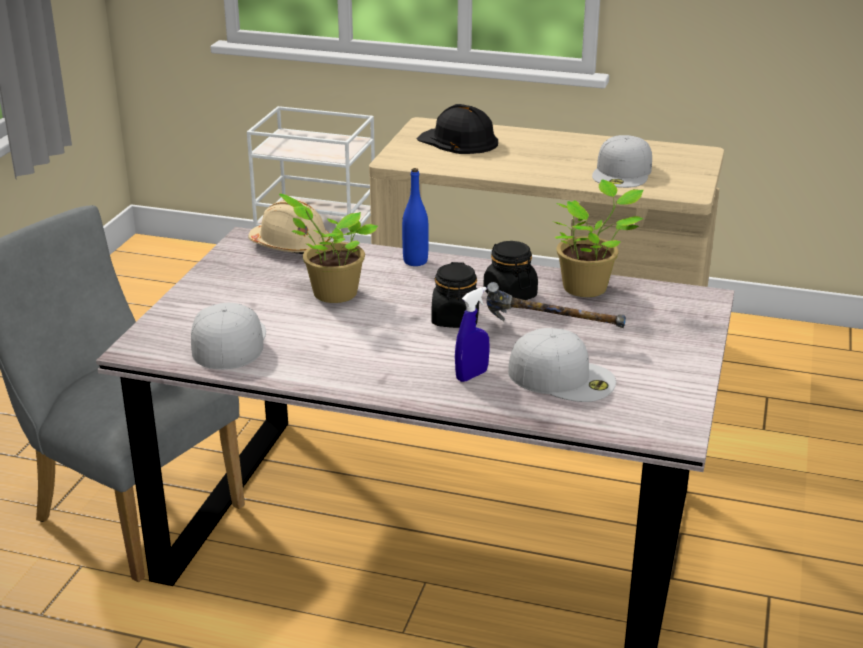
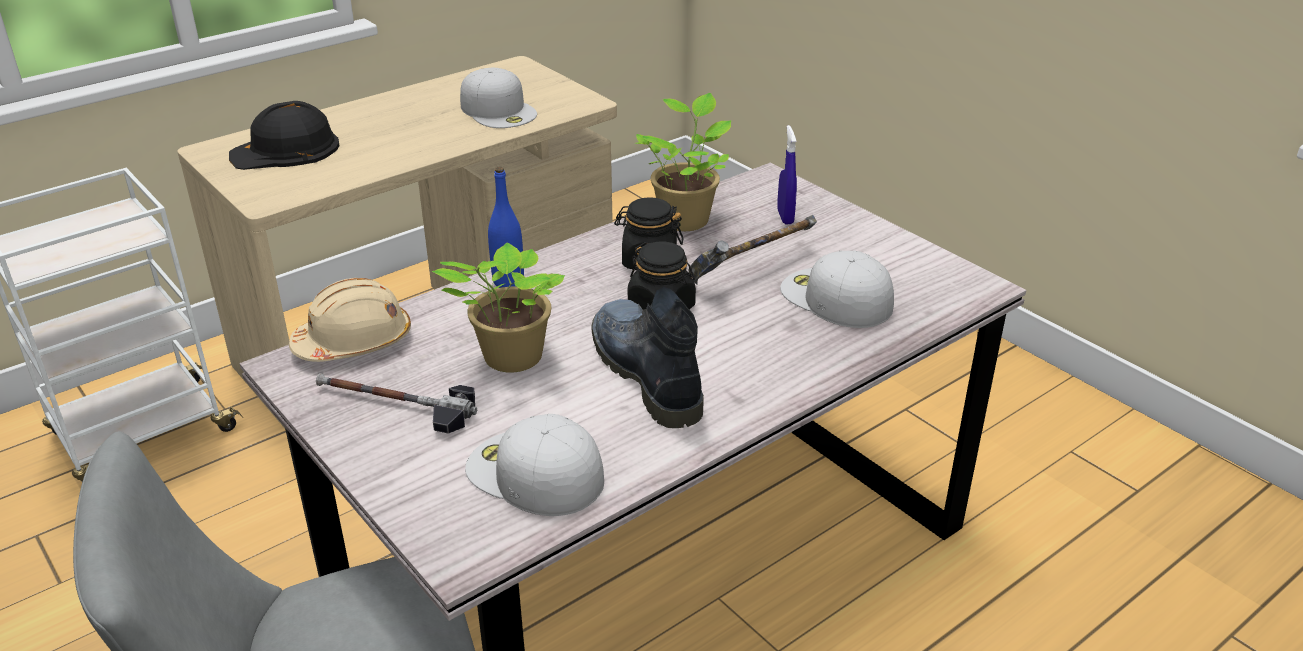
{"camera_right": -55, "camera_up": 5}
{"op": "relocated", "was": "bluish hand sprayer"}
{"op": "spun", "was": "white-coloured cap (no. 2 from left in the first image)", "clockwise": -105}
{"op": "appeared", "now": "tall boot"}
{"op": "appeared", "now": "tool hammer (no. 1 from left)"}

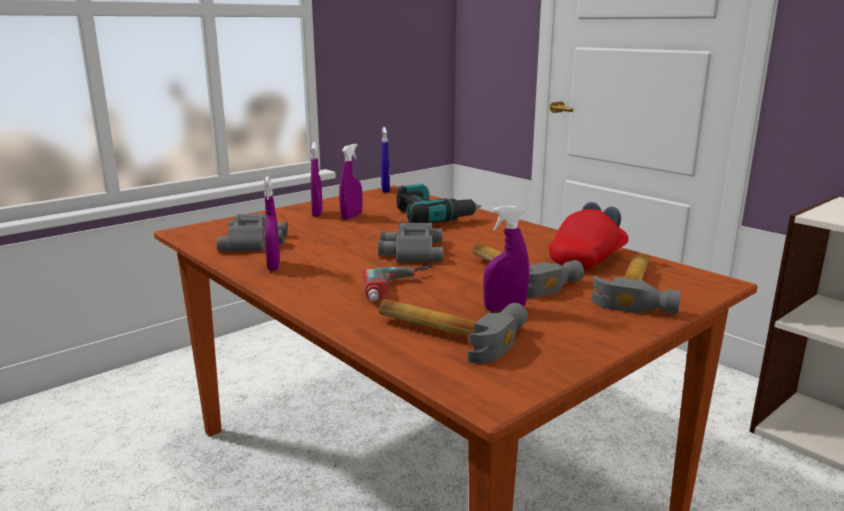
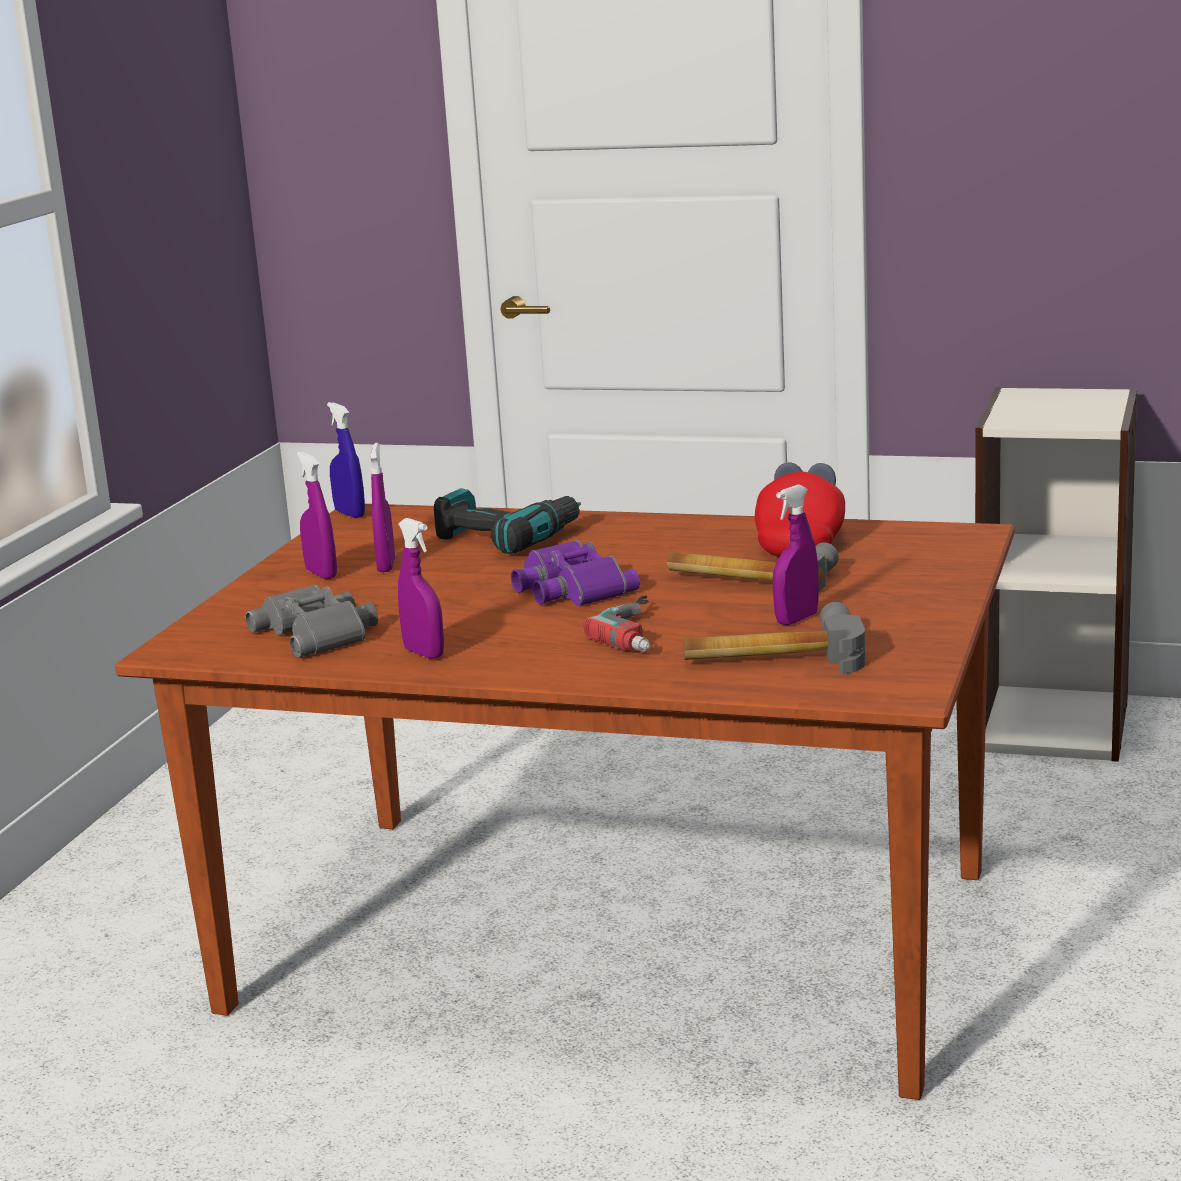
{"camera_right": -30, "camera_up": 0}
{"op": "colour", "was": "grey binoculars (no. 2 from left)", "now": "purple-coloured binoculars"}
{"op": "missing", "was": "tool hammer (no. 3 from left)"}

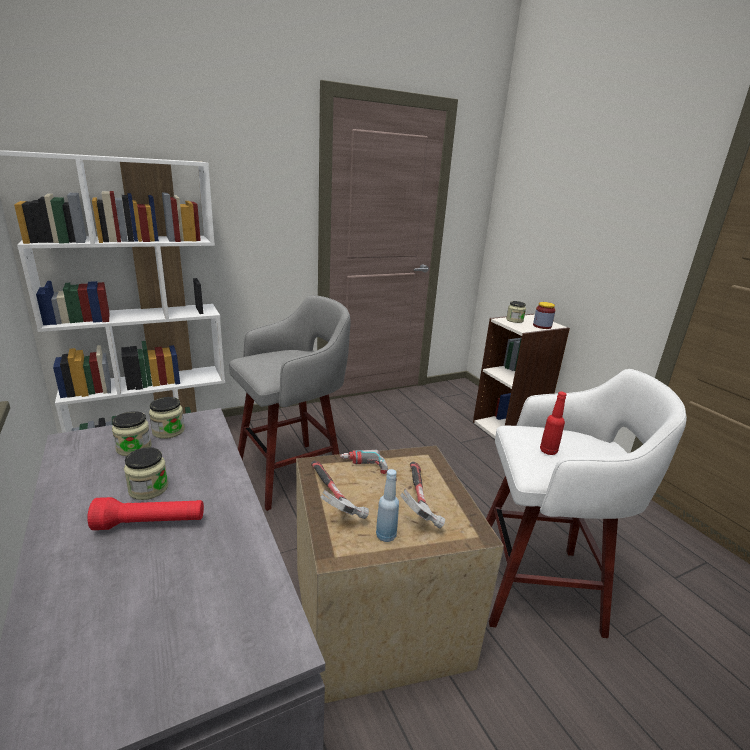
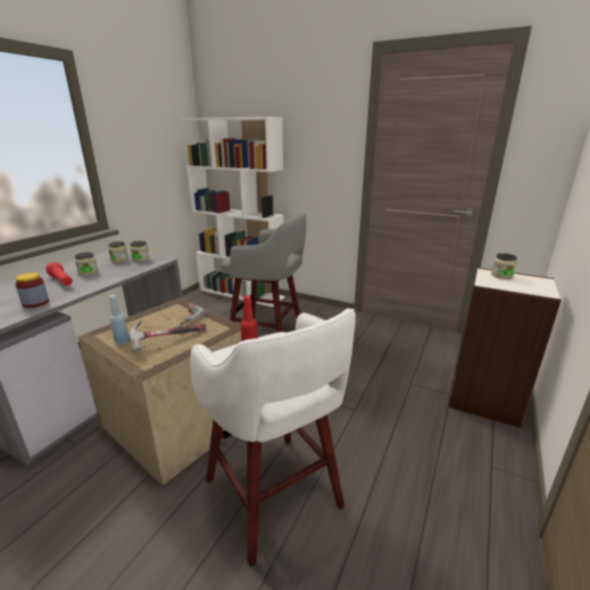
{"camera_right": 55, "camera_up": 0}
{"op": "relocated", "was": "jar (no. 5 from left in the first image)", "now": "jar (no. 1 from left)"}
{"op": "missing", "was": "tool hammer (no. 1 from left)"}

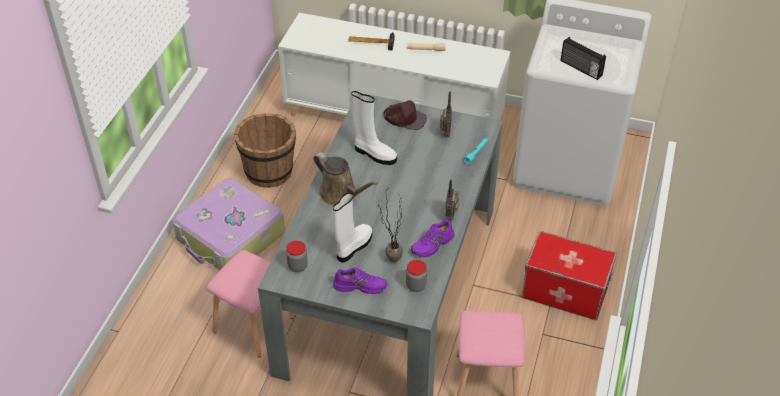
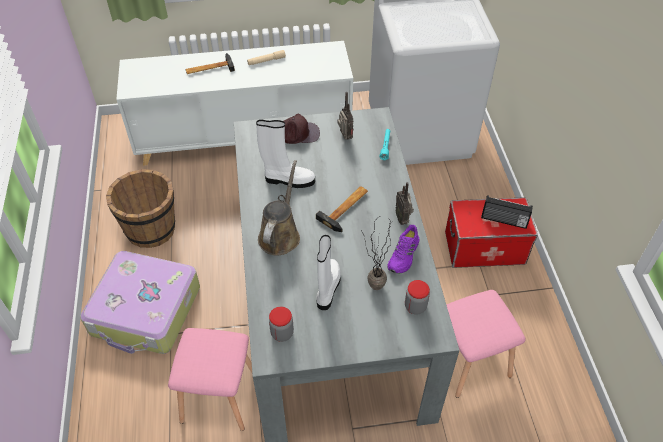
{"camera_right": -25, "camera_up": 5}
{"op": "relocated", "was": "radio receiver (no. 3 from left)"}
{"op": "spun", "was": "brown-coloured sprinkling can", "clockwise": -90}
{"op": "missing", "was": "purple-coloured item of footwear (no. 1 from left)"}
{"op": "appeared", "now": "tool hammer (no. 2 from left)"}

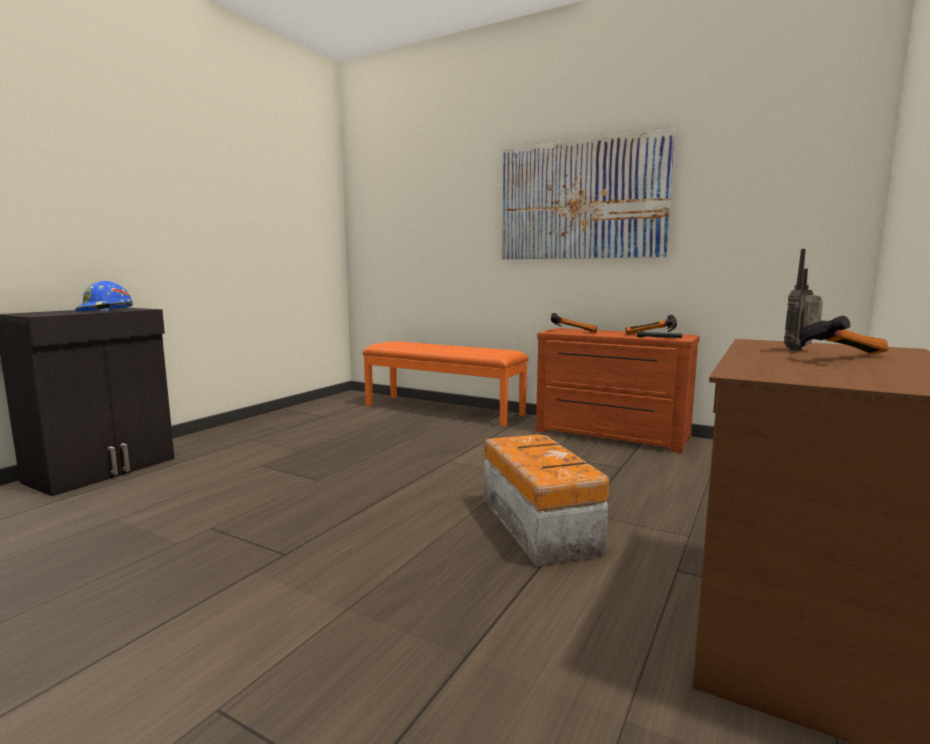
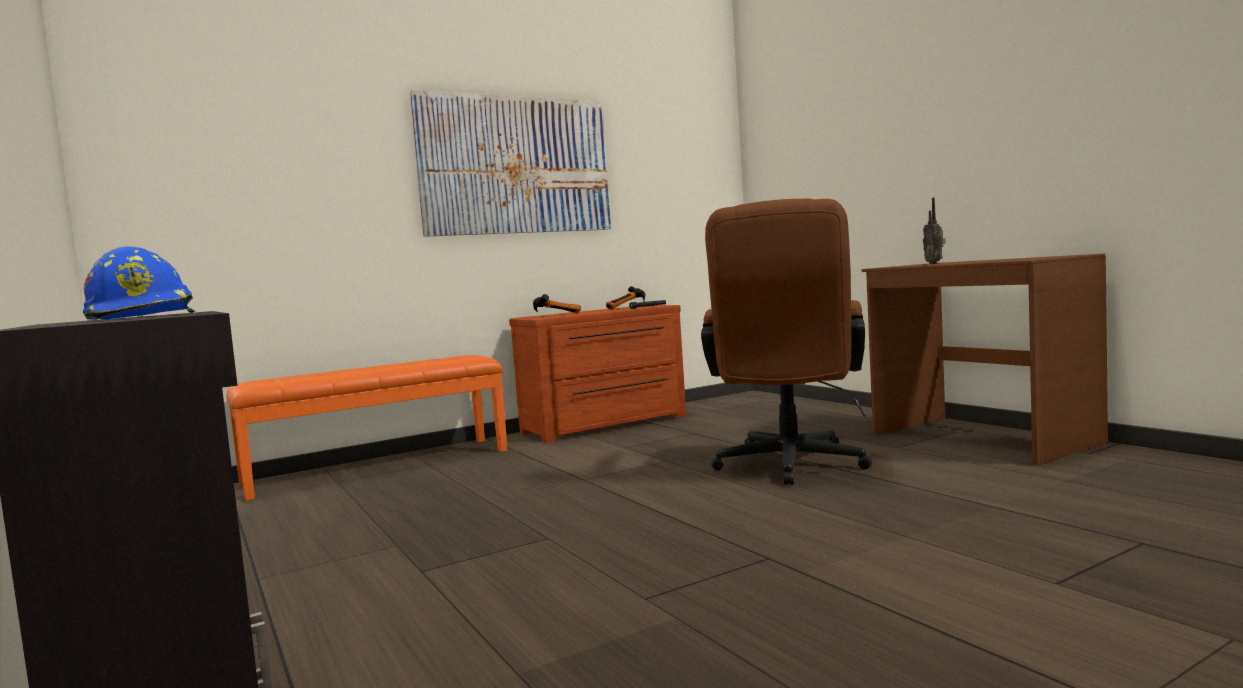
{"camera_right": -60, "camera_up": -5}
{"op": "missing", "was": "tool hammer (no. 3 from left)"}
{"op": "exchanged", "was": "storage box", "now": "brown-coloured desk chair"}

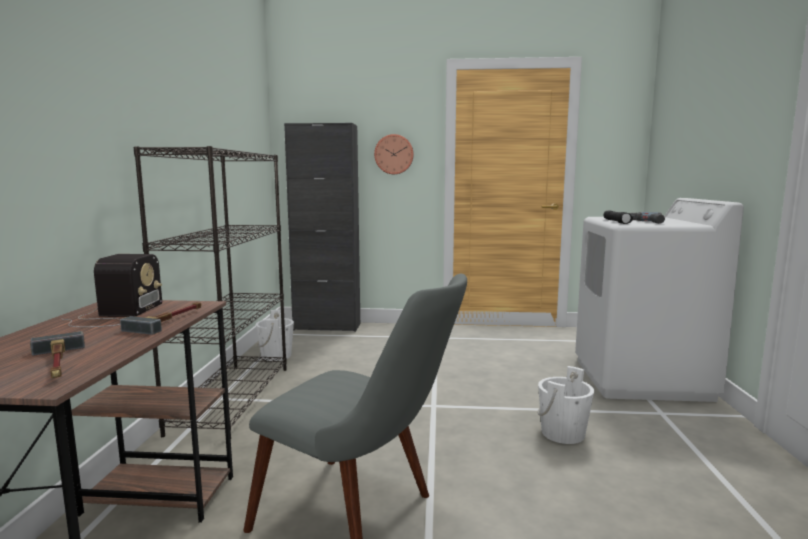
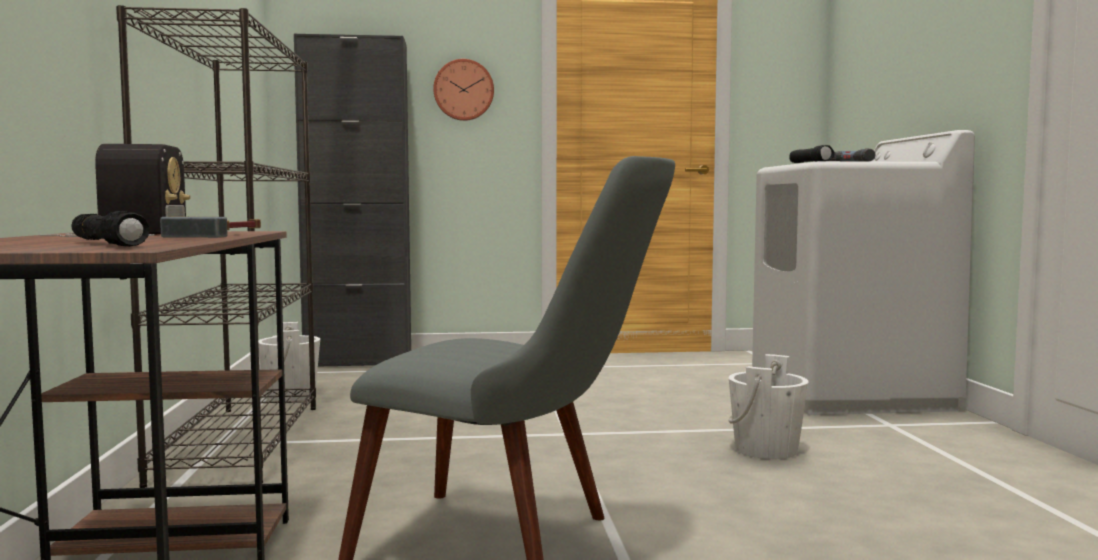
{"camera_right": -10, "camera_up": -5}
{"op": "exchanged", "was": "tool hammer (no. 1 from left)", "now": "blackish hand torch (no. 1 from left)"}

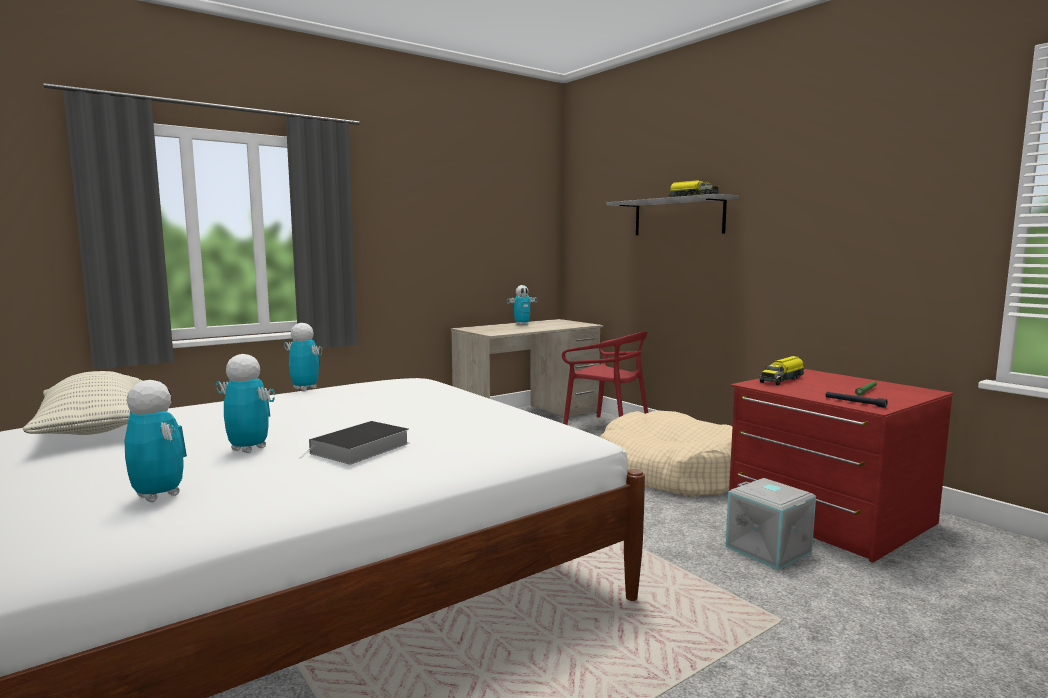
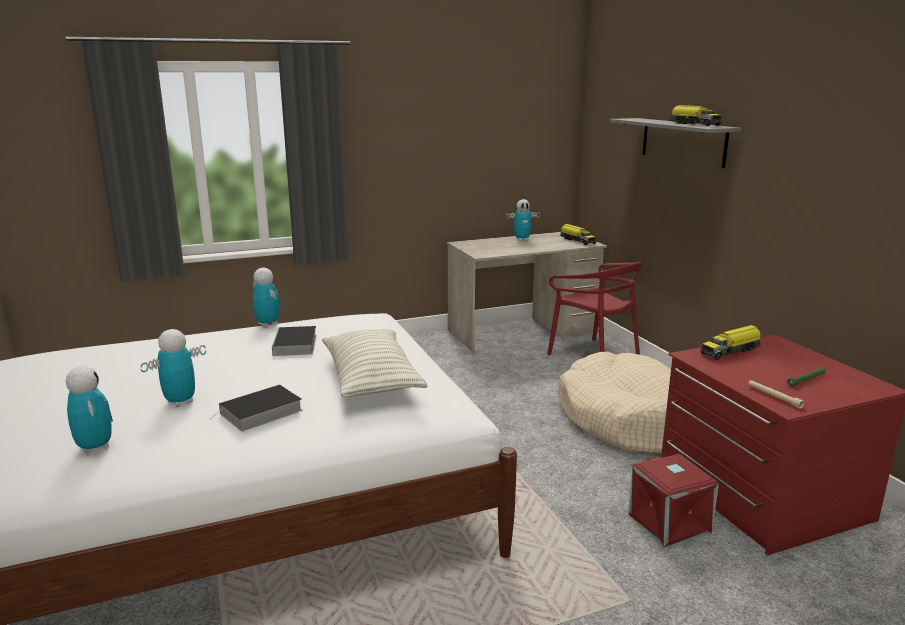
{"camera_right": 15, "camera_up": 10}
{"op": "spun", "was": "toy robot (no. 2 from left)", "clockwise": -90}
{"op": "relocated", "was": "throw pillow"}
{"op": "colour", "was": "blackish hand torch", "now": "beige hand torch"}
{"op": "colour", "was": "grey storage box", "now": "red-coloured storage box"}
{"op": "appeared", "now": "model truck (no. 1 from left)"}
{"op": "appeared", "now": "bound book (no. 2 from left)"}

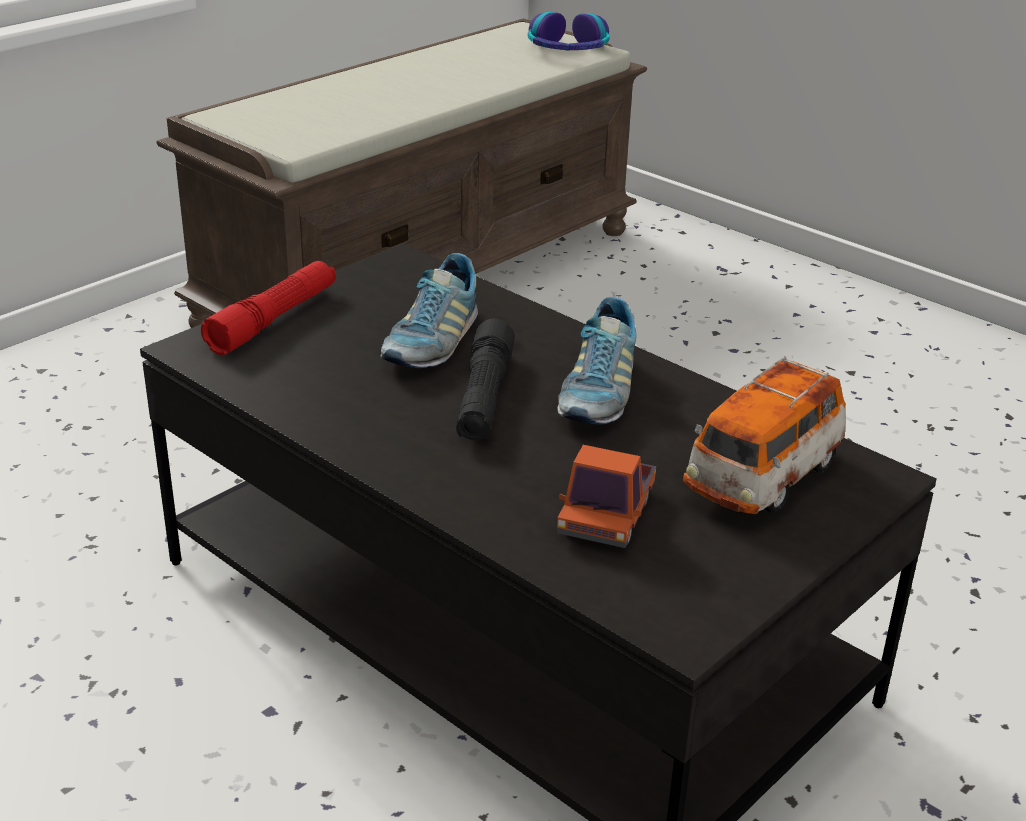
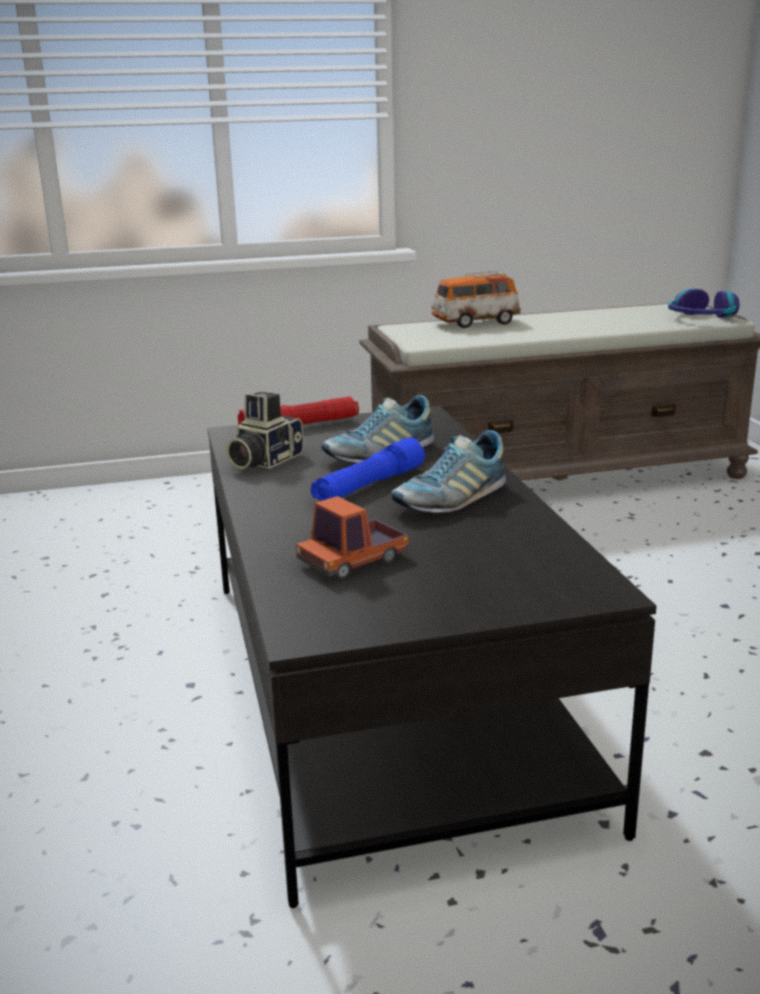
{"camera_right": 35, "camera_up": -10}
{"op": "colour", "was": "blackish hand torch", "now": "bluish hand torch"}
{"op": "relocated", "was": "model car"}
{"op": "appeared", "now": "still camera"}

